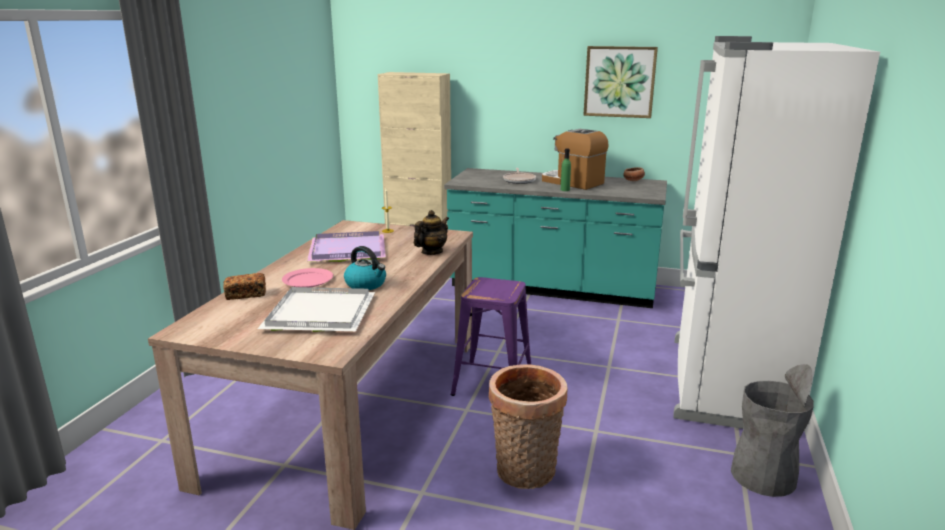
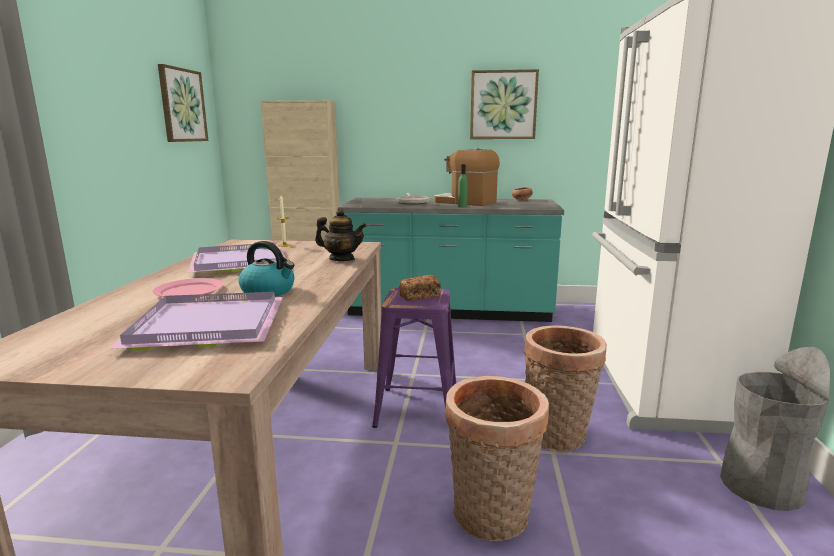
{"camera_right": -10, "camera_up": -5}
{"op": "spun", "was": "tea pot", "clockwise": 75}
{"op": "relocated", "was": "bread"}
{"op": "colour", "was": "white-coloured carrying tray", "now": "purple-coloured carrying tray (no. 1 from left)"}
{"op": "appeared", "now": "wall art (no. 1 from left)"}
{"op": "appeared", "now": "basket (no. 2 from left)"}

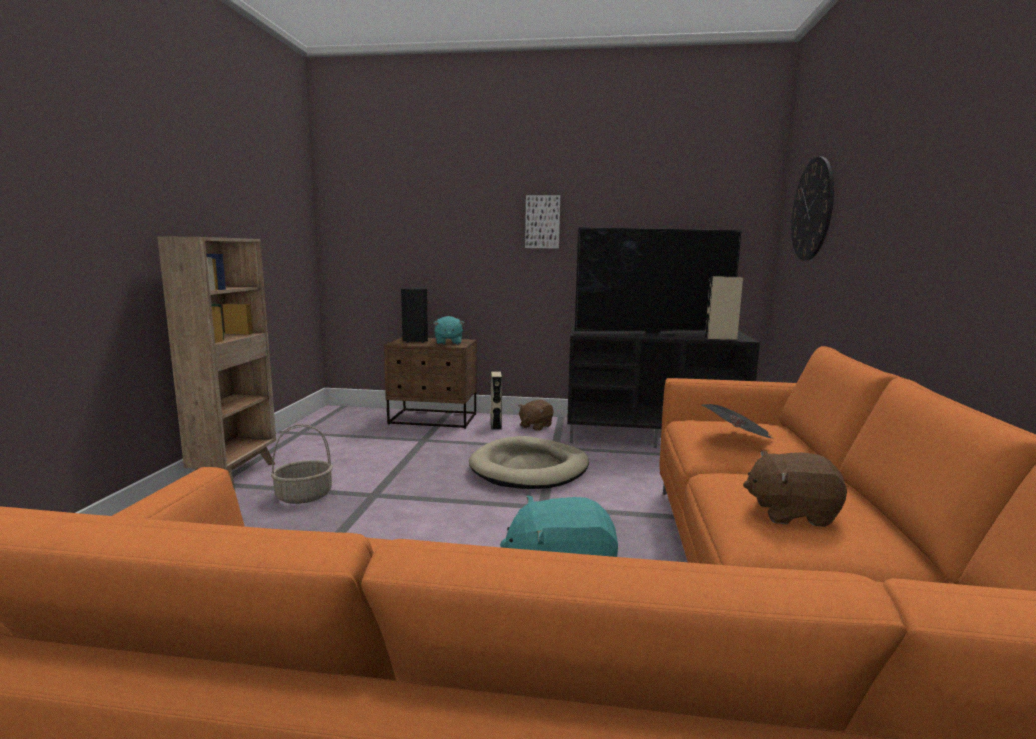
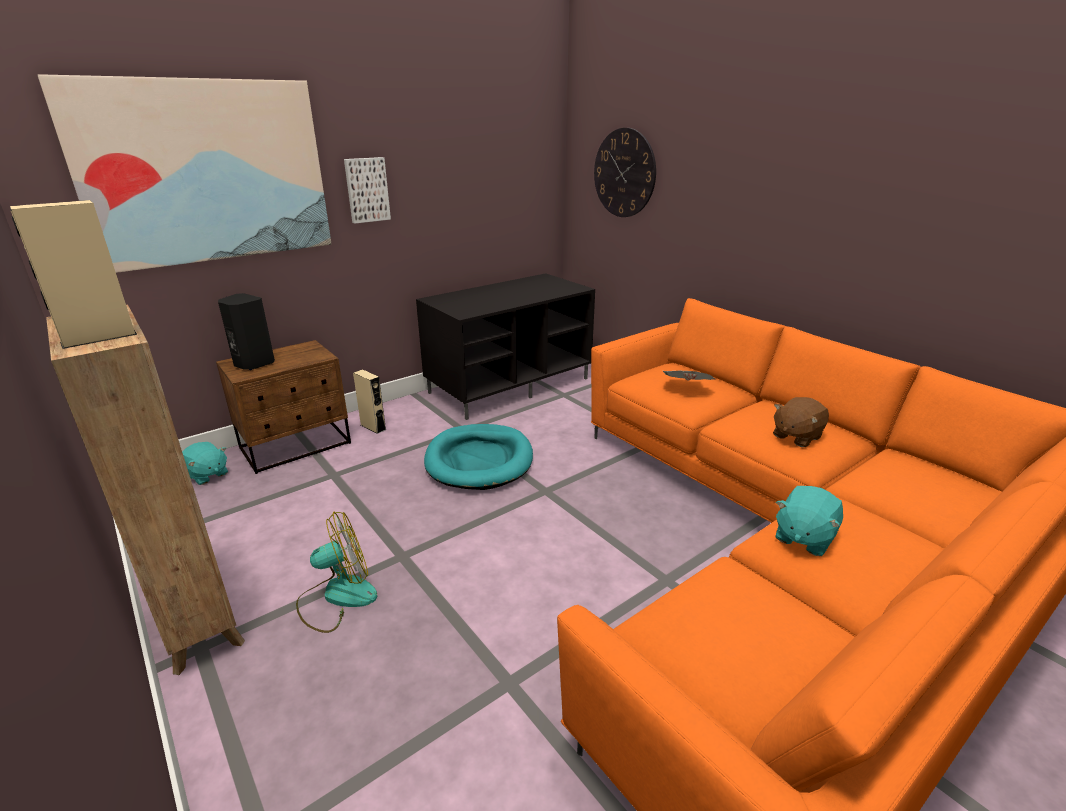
{"camera_right": -45, "camera_up": 15}
{"op": "missing", "was": "television"}
{"op": "relocated", "was": "beige loudspeaker (no. 2 from left in the first image)", "now": "beige loudspeaker (no. 1 from left)"}
{"op": "relocated", "was": "blue-green soft toy (no. 1 from left)"}
{"op": "missing", "was": "brown-coloured soft toy (no. 1 from left)"}
{"op": "exchanged", "was": "basket", "now": "electric fan"}
{"op": "colour", "was": "beige dog bed", "now": "blue-green dog bed"}
{"op": "appeared", "now": "wall art (no. 1 from left)"}

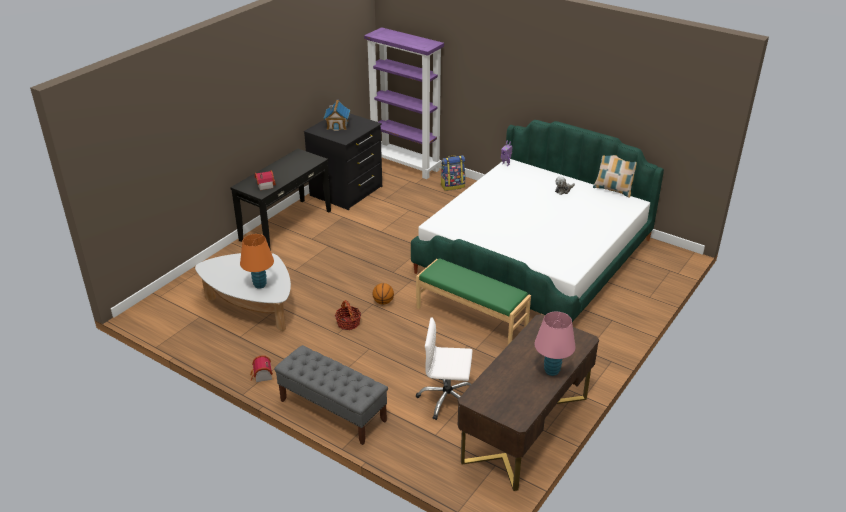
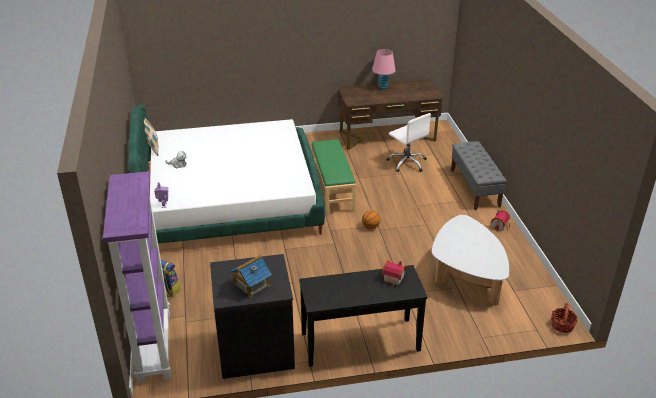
{"camera_right": -135, "camera_up": 0}
{"op": "missing", "was": "orangey table lamp"}
{"op": "relocated", "was": "basket"}

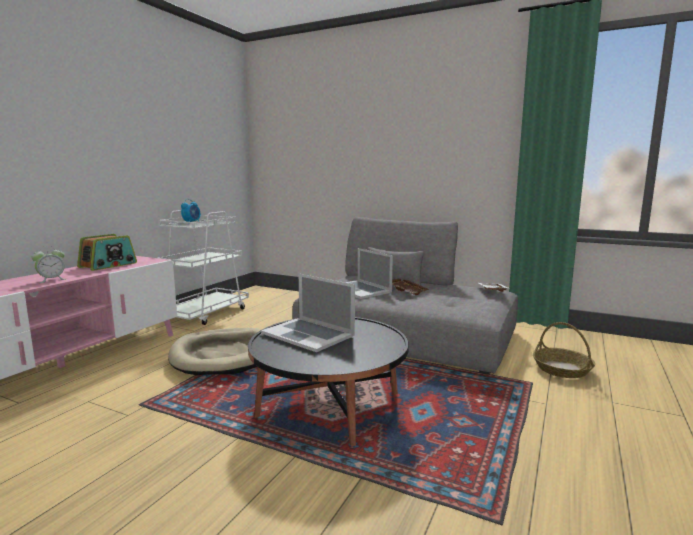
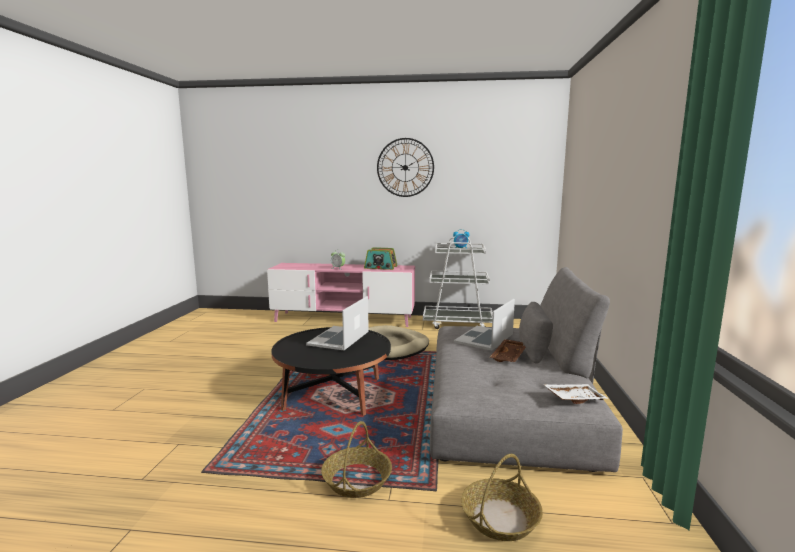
{"camera_right": 70, "camera_up": 0}
{"op": "appeared", "now": "clock on the wall"}
{"op": "appeared", "now": "basket (no. 1 from left)"}

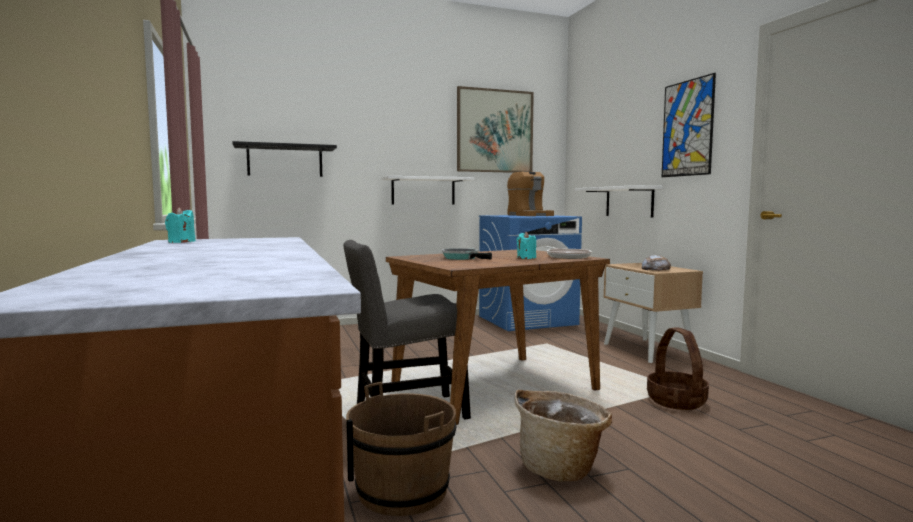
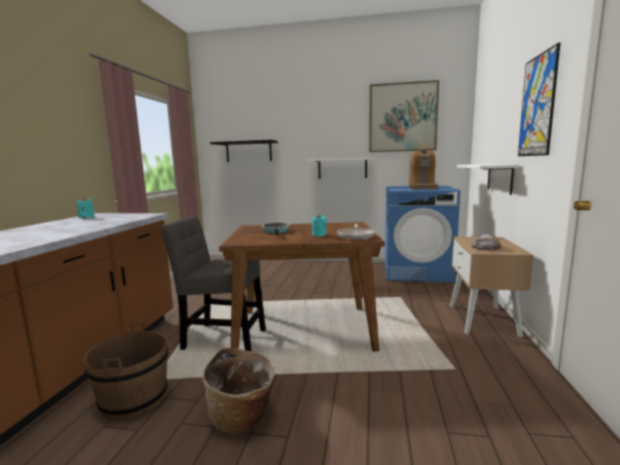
{"camera_right": 30, "camera_up": 5}
{"op": "missing", "was": "basket (no. 2 from left)"}

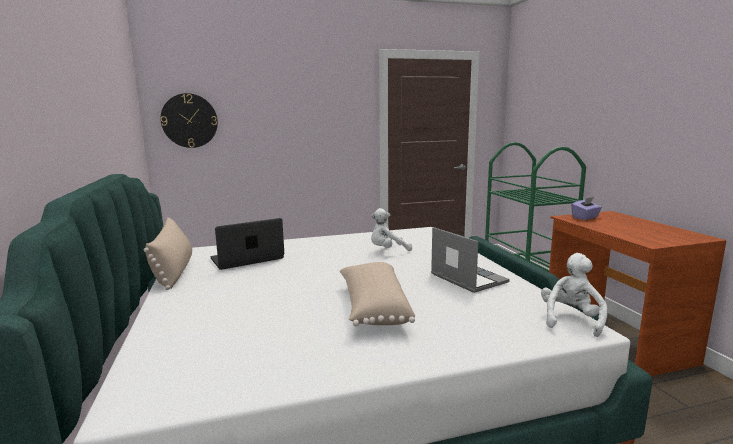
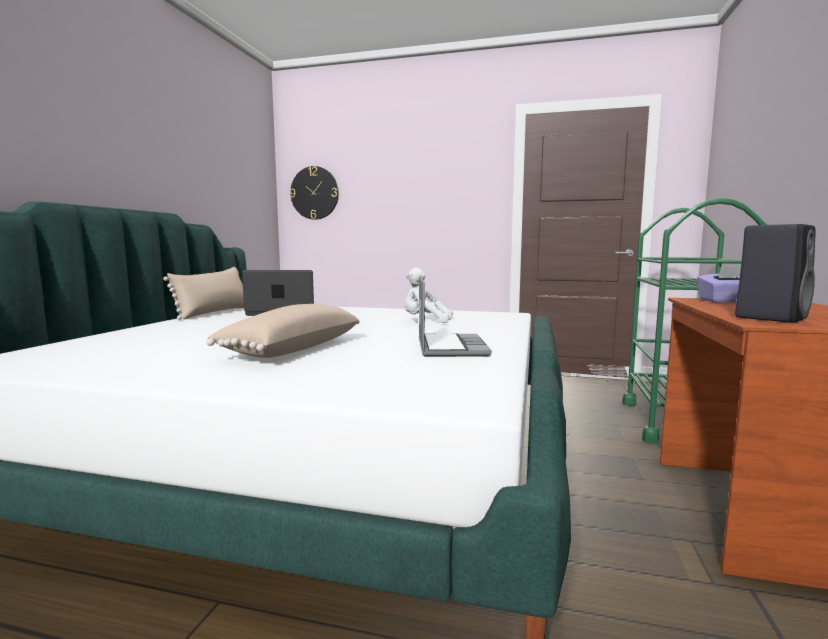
{"camera_right": 30, "camera_up": -5}
{"op": "missing", "was": "white-coloured soft toy (no. 2 from left)"}
{"op": "appeared", "now": "blackish loudspeaker"}

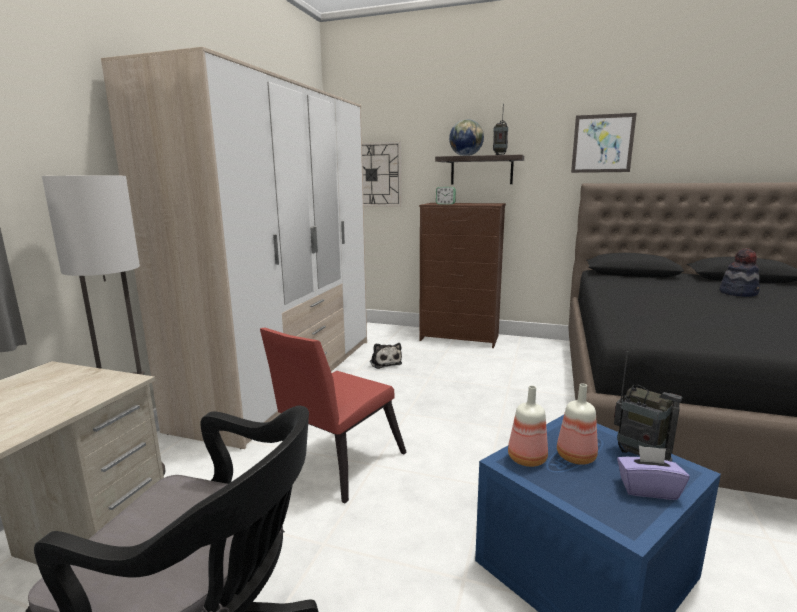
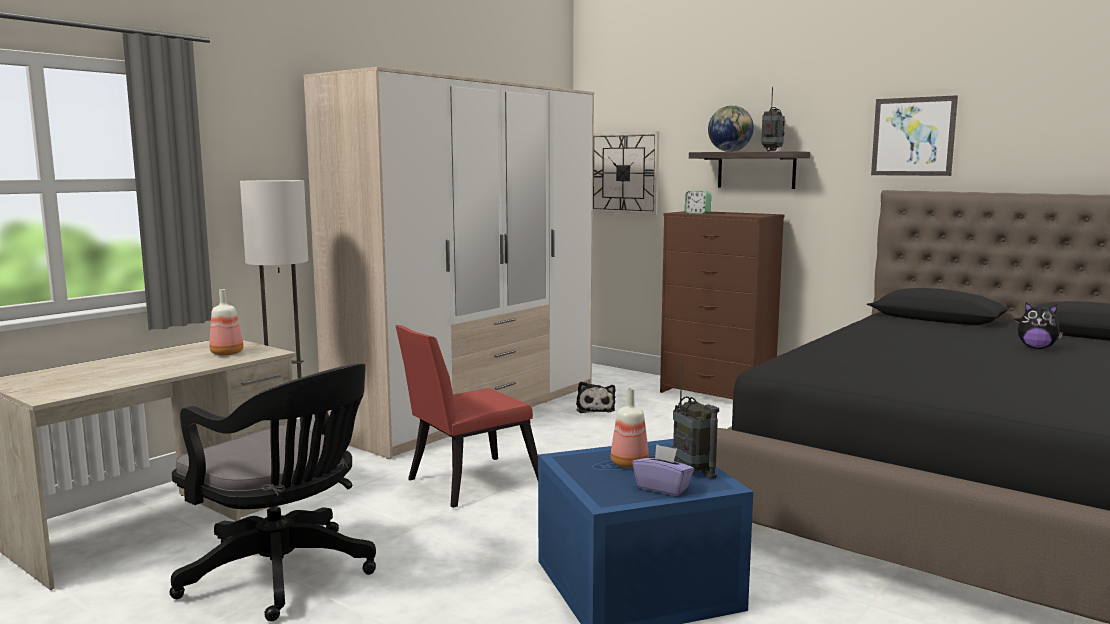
{"camera_right": 20, "camera_up": -5}
{"op": "exchanged", "was": "hat", "now": "soft toy (no. 2 from left)"}
{"op": "relocated", "was": "drink bottle (no. 1 from left)"}

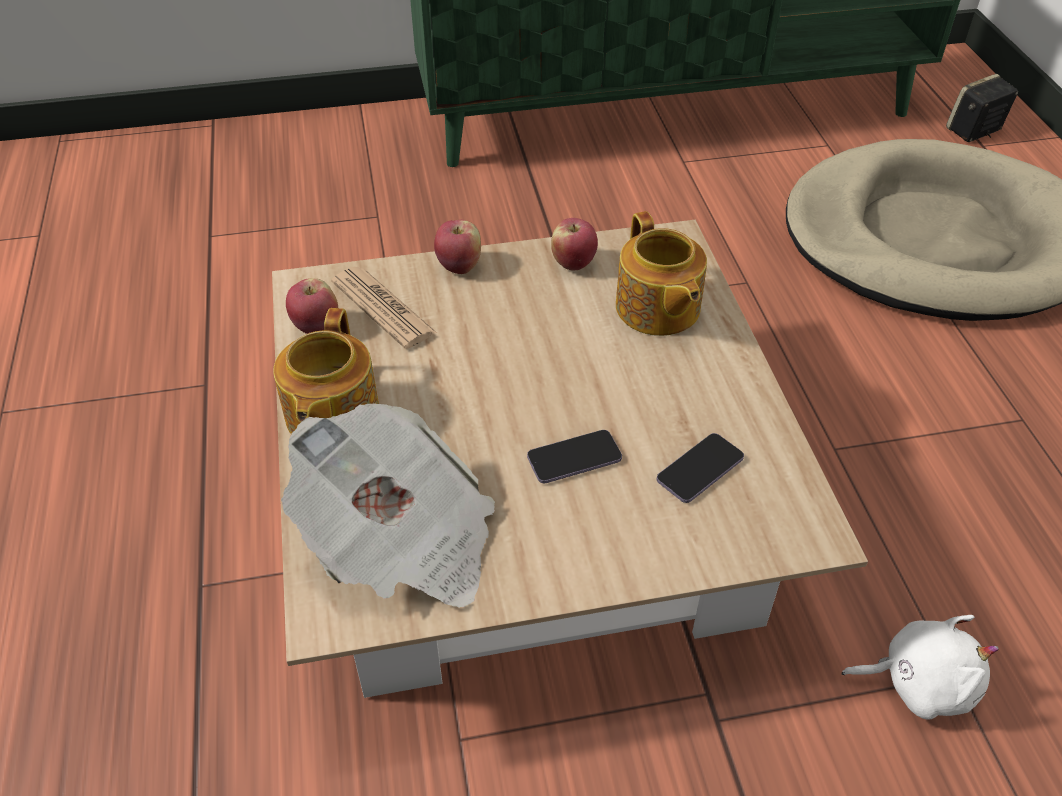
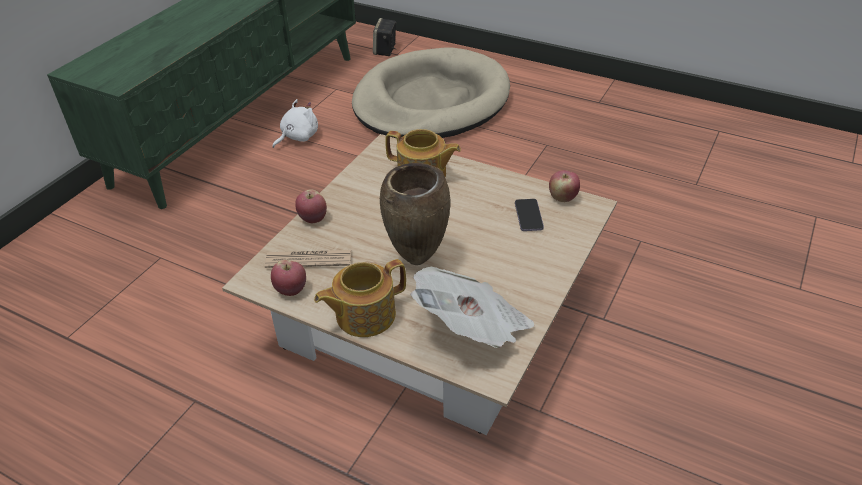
{"camera_right": -50, "camera_up": -5}
{"op": "relocated", "was": "apple (no. 3 from left)"}
{"op": "spun", "was": "tea pot (no. 1 from left)", "clockwise": 105}
{"op": "missing", "was": "telephone (no. 1 from left)"}
{"op": "relocated", "was": "white-coloured soft toy"}
{"op": "appeared", "now": "brown-coloured flower vase"}

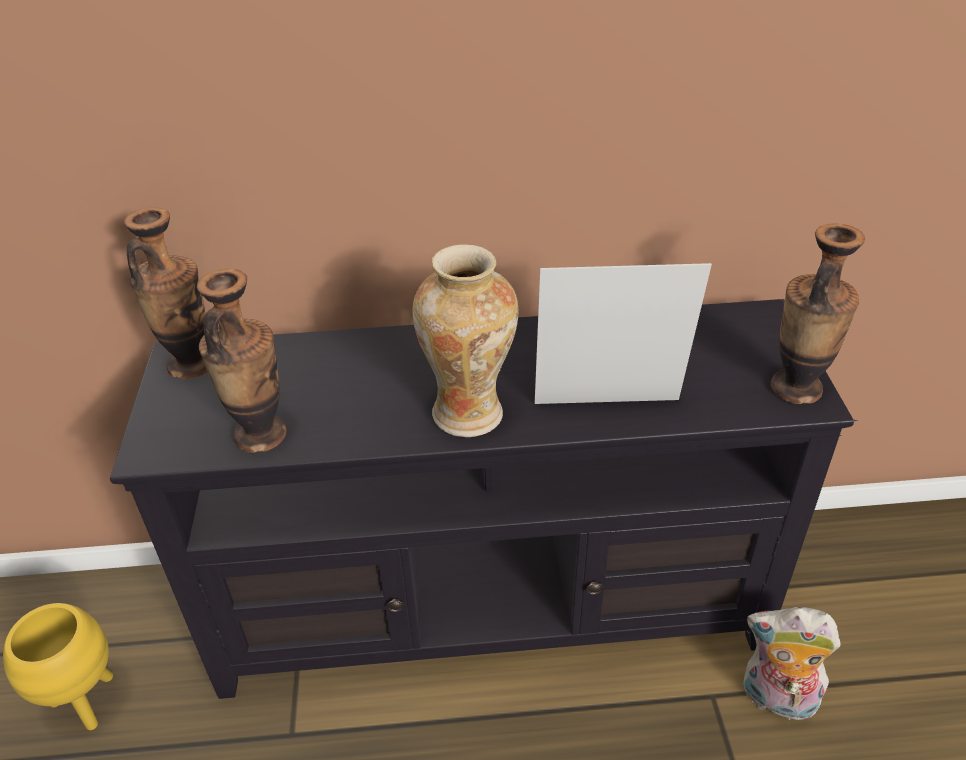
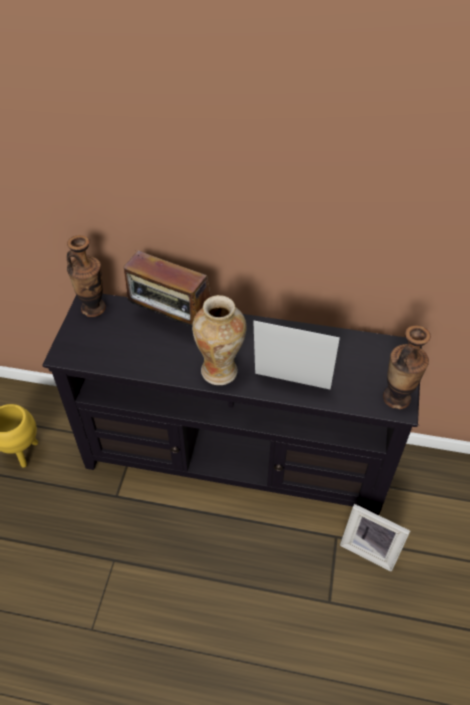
{"camera_right": 15, "camera_up": 10}
{"op": "missing", "was": "flower vase (no. 2 from left)"}
{"op": "exchanged", "was": "soft toy", "now": "standing frame (no. 2 from left)"}
{"op": "appeared", "now": "radio receiver"}

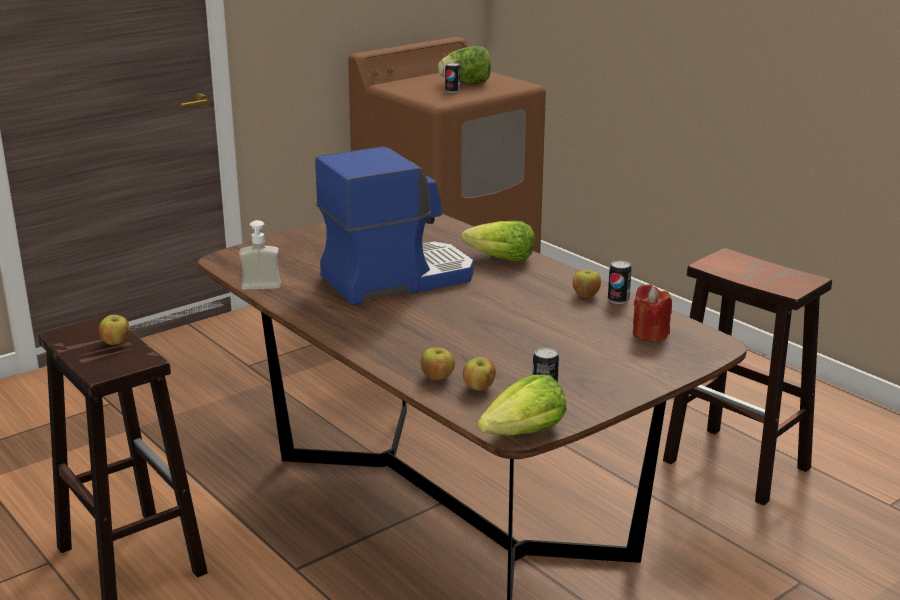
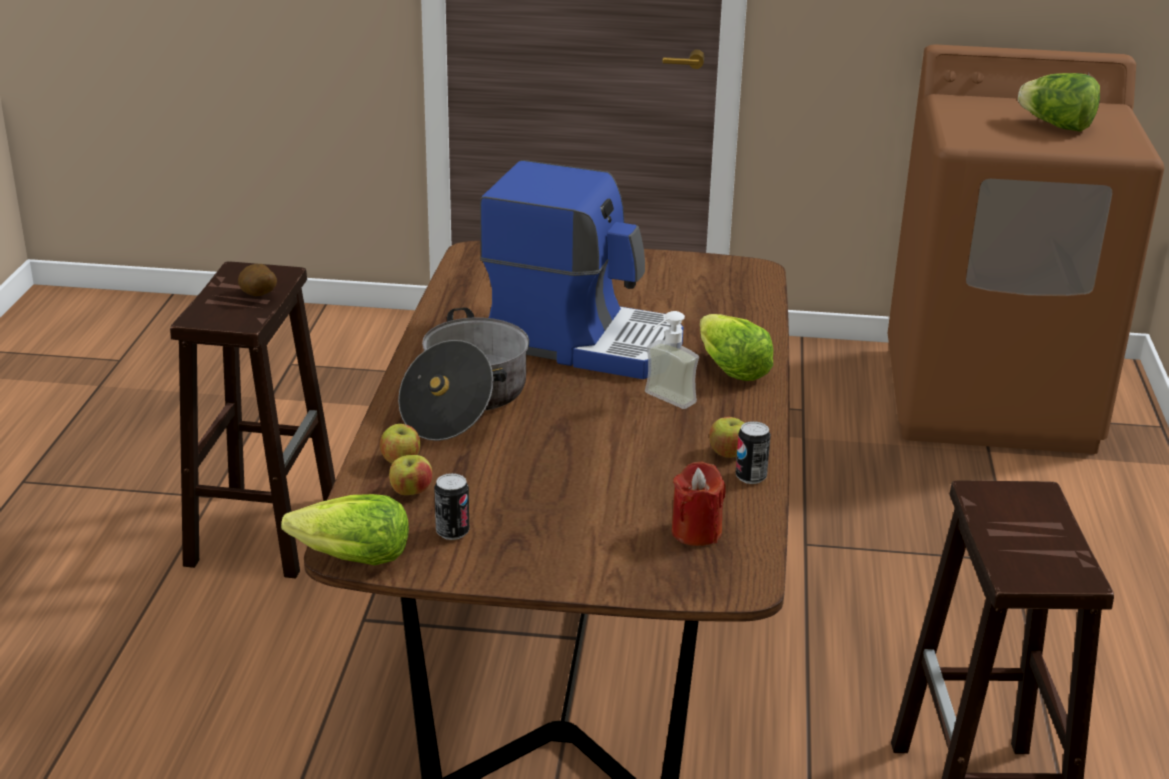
{"camera_right": 45, "camera_up": 5}
{"op": "missing", "was": "metal can (no. 1 from left)"}
{"op": "relocated", "was": "liquid soap bottle"}
{"op": "exchanged", "was": "apple (no. 1 from left)", "now": "potato"}
{"op": "appeared", "now": "saucepot"}

